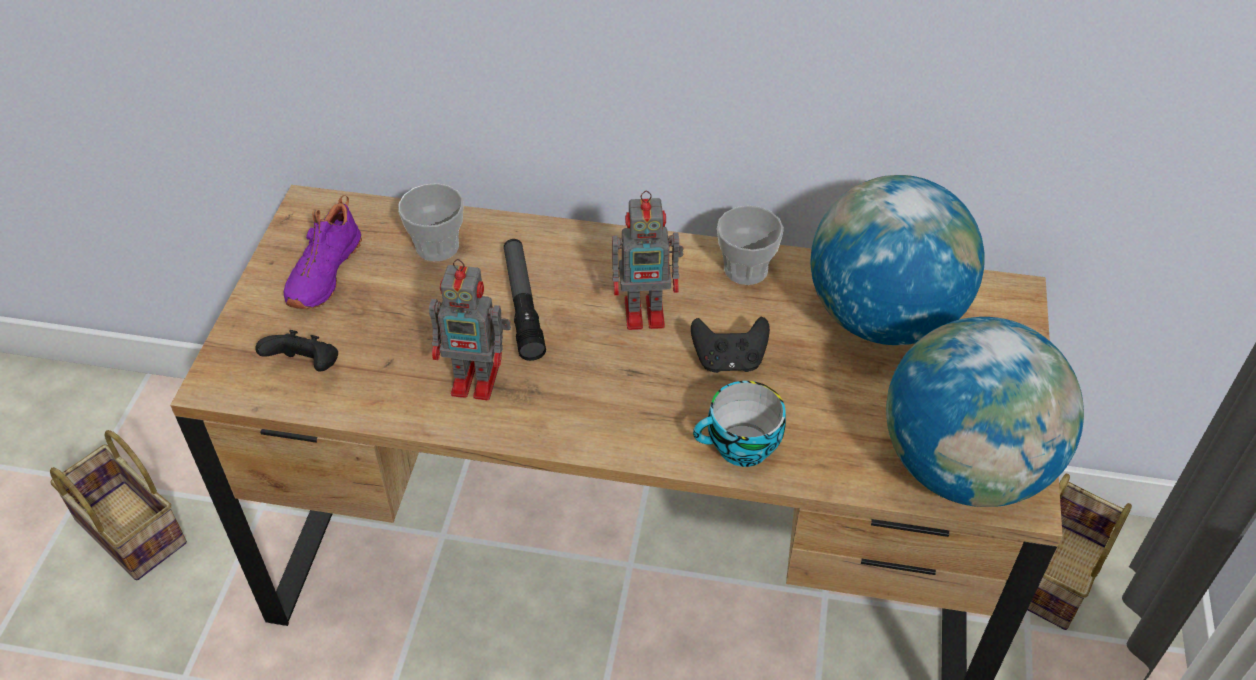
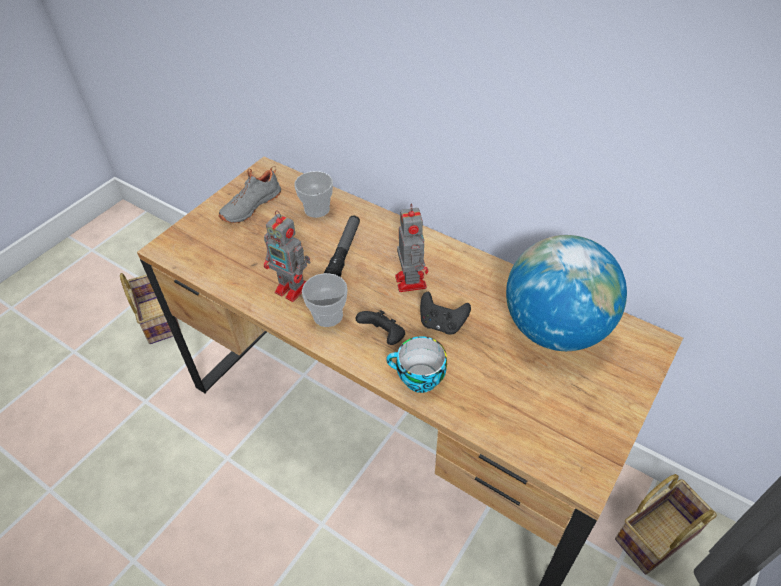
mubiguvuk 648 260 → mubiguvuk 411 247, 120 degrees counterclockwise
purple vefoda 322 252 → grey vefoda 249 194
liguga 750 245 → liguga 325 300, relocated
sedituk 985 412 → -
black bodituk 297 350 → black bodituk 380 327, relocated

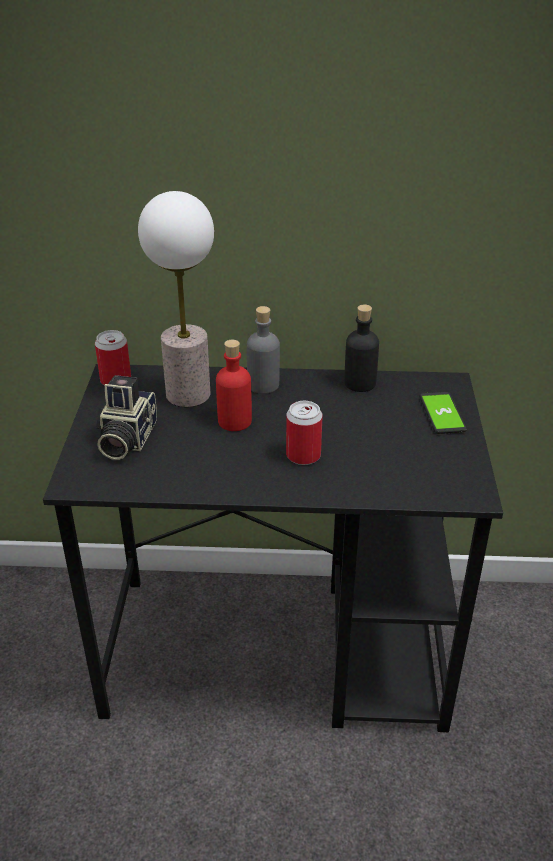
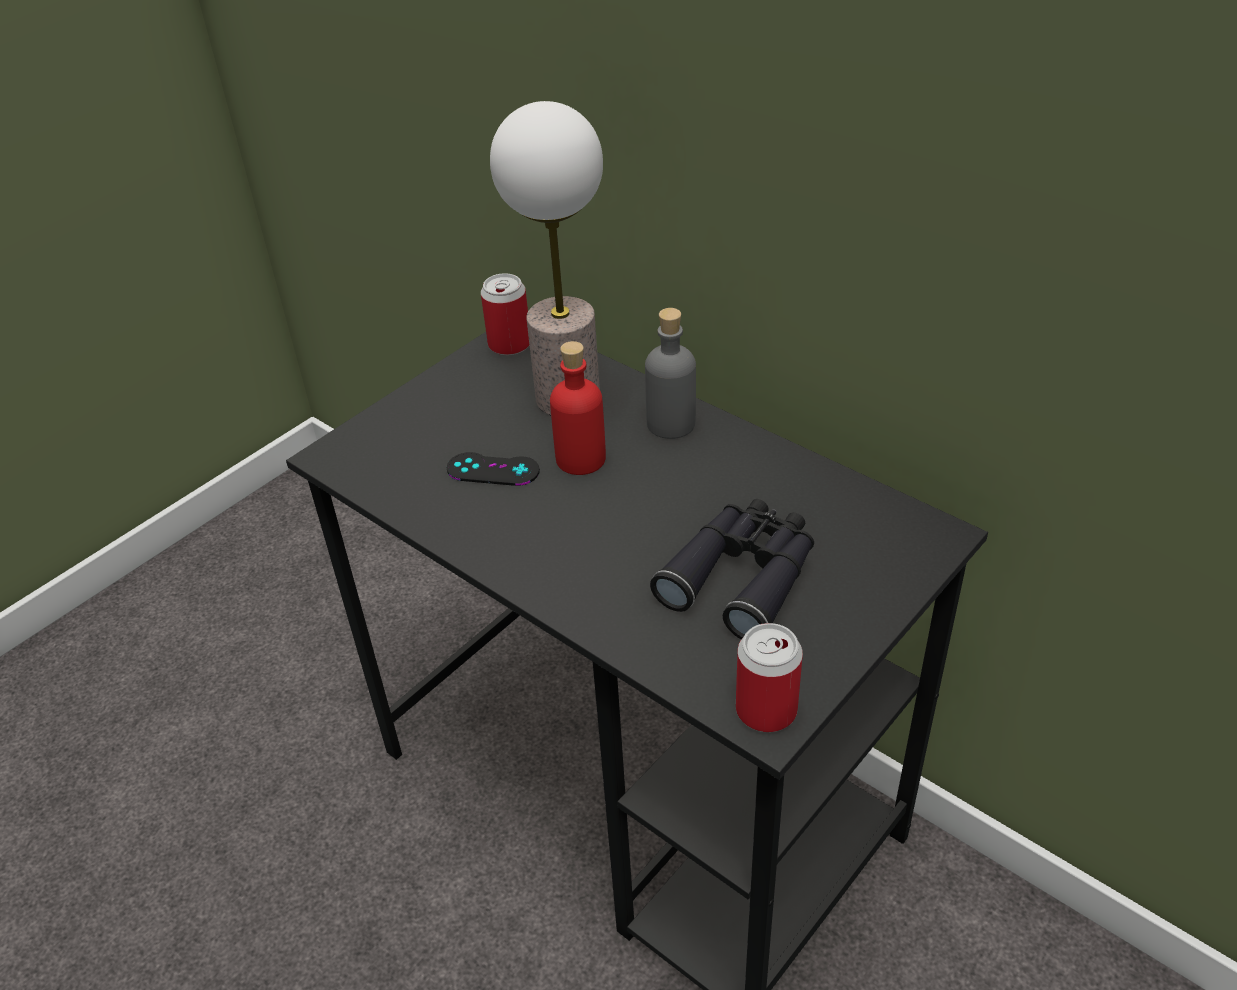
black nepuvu 361 348 → -
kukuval 126 417 → -
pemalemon 443 413 → -
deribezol 304 433 → deribezol 769 677, relocated
- → black bodituk 493 469
- → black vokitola 732 569

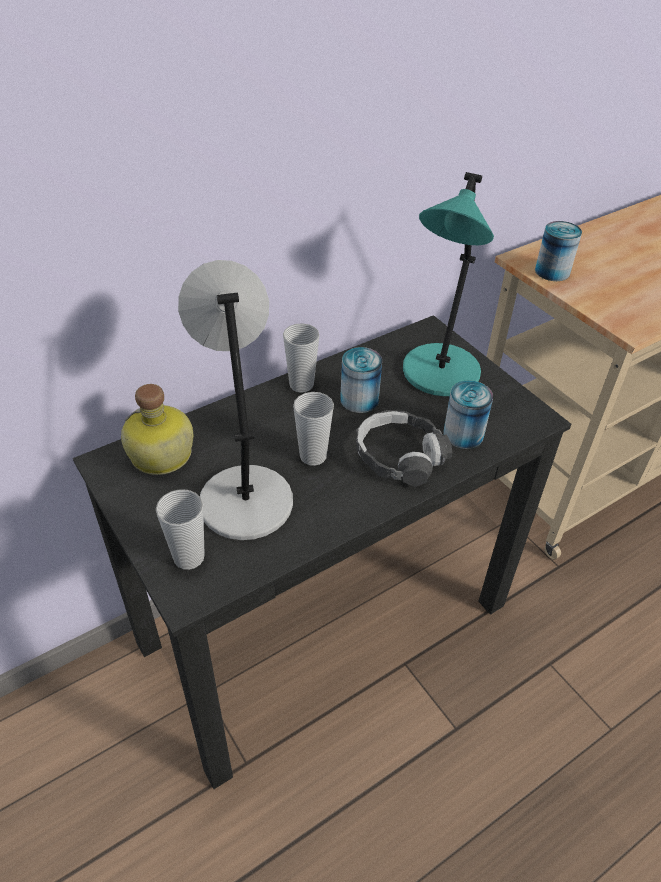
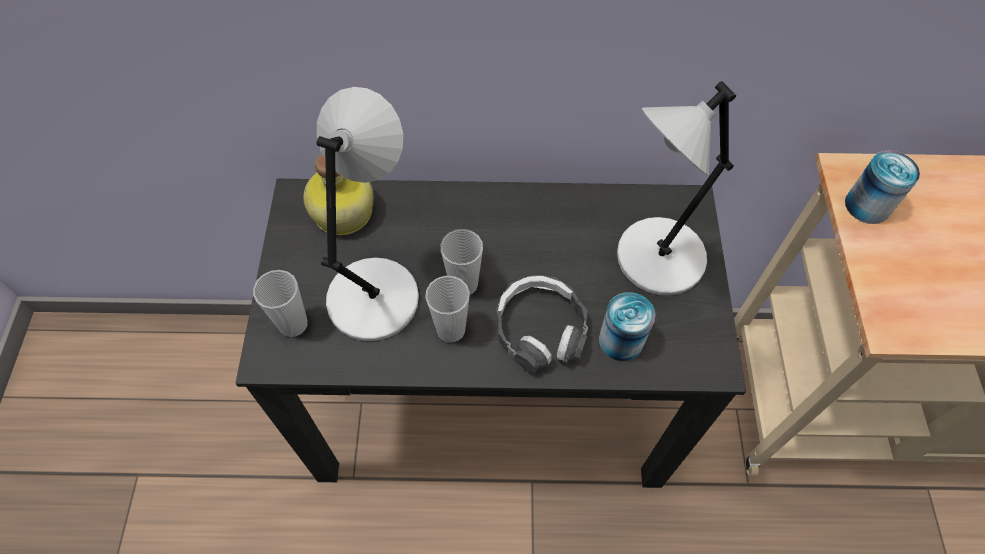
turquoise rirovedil 448 284 → grey rirovedil 676 188
liguga 301 358 → liguga 447 309, relocated
deribezol 361 380 → -

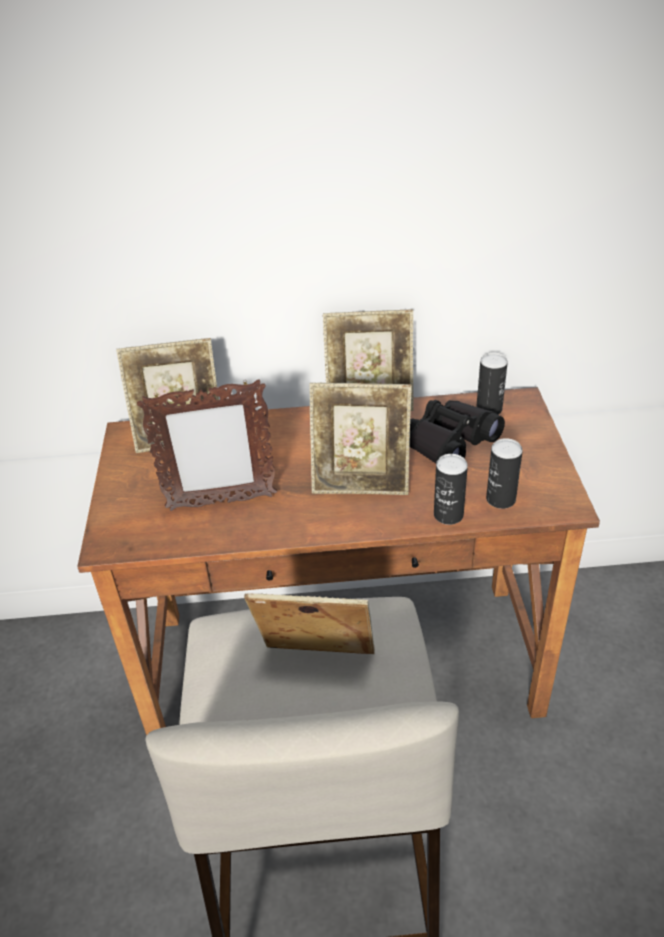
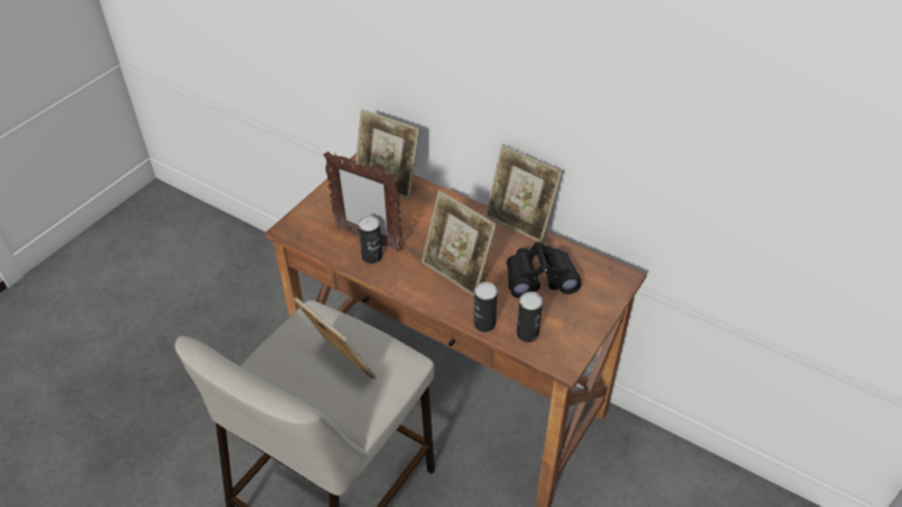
deribezol 492 383 → deribezol 370 240, relocated

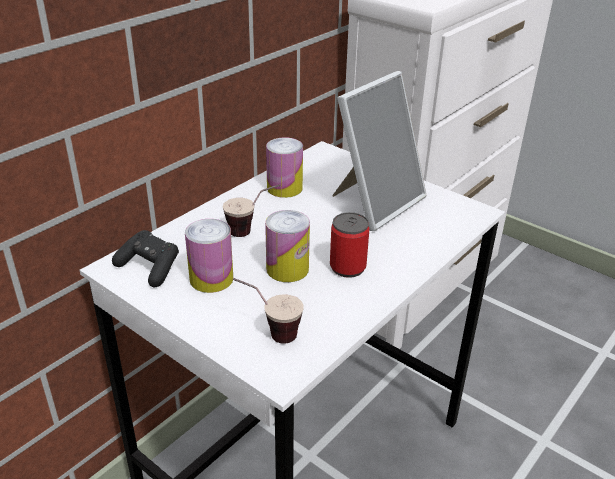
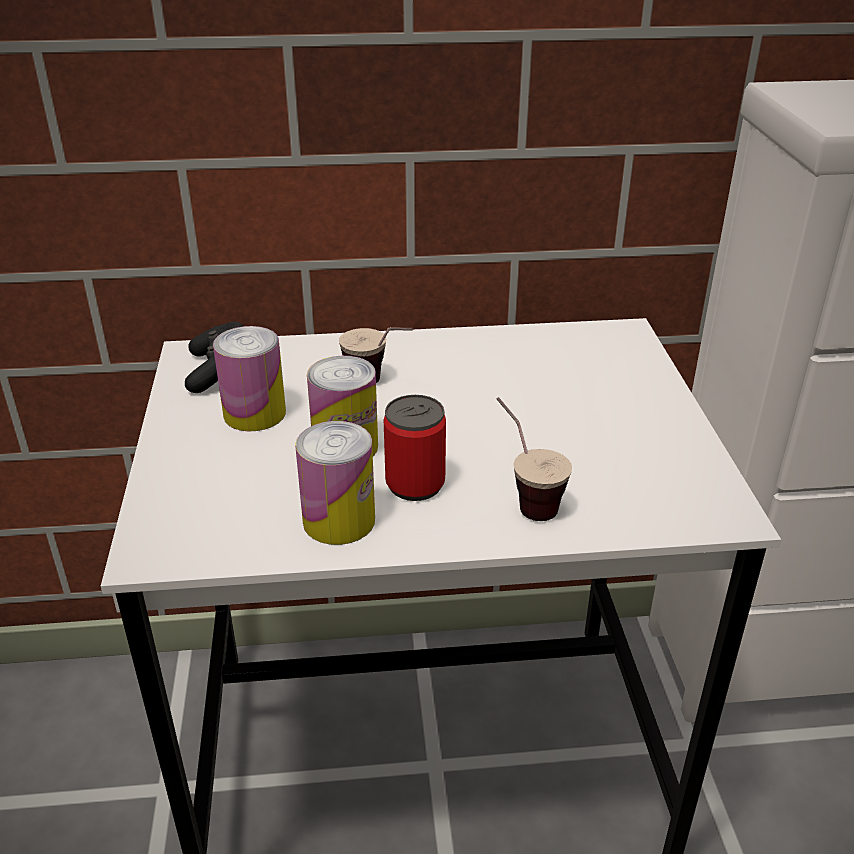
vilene 379 151 → -
deribezol 284 167 → deribezol 335 483, relocated
liguga 268 311 → liguga 534 459, relocated

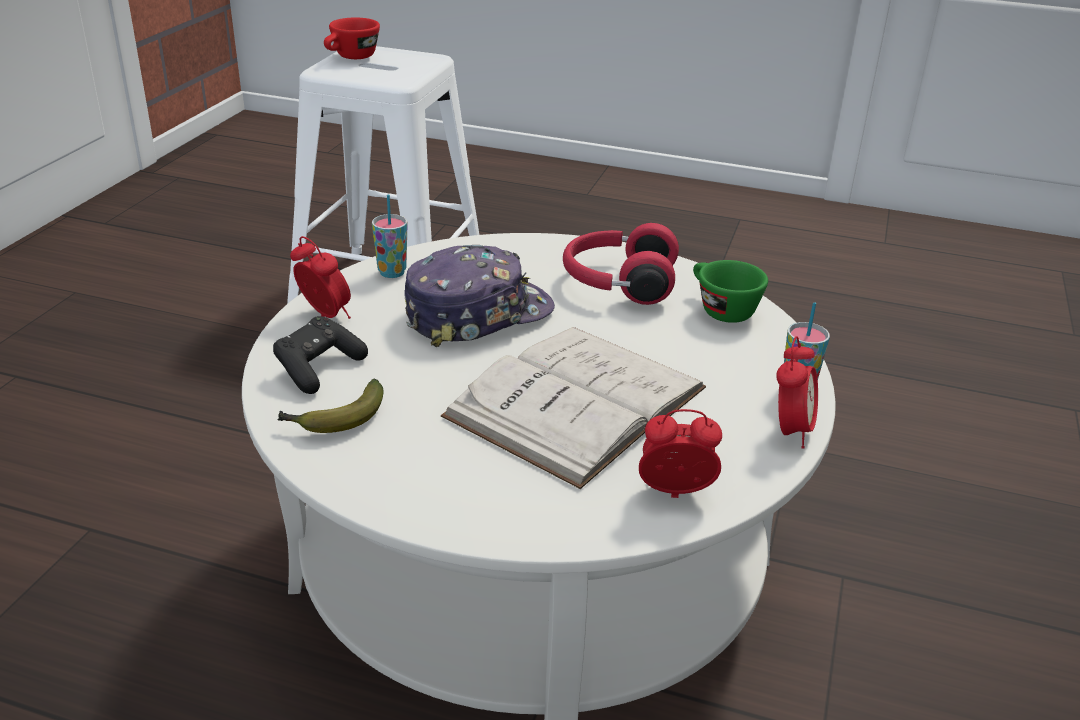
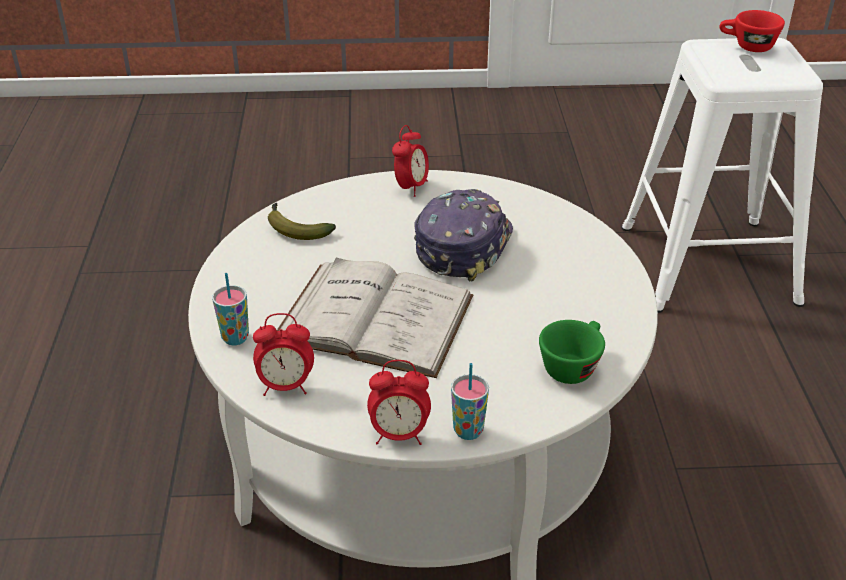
liguga 390 236 → liguga 230 309, relocated
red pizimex 621 264 → -
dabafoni 479 296 → dabafoni 463 235, 105 degrees counterclockwise
black bodituk 320 355 → -
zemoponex 680 453 → zemoponex 283 354, 105 degrees clockwise

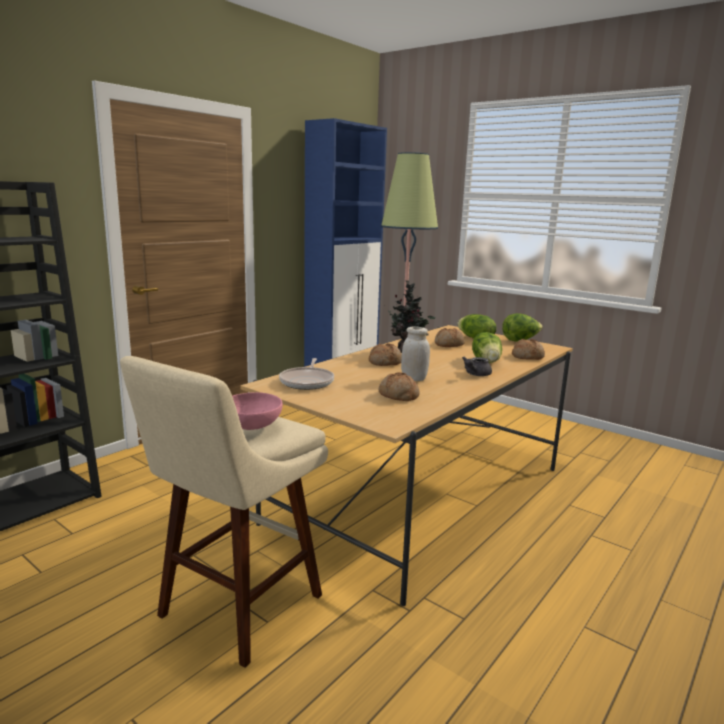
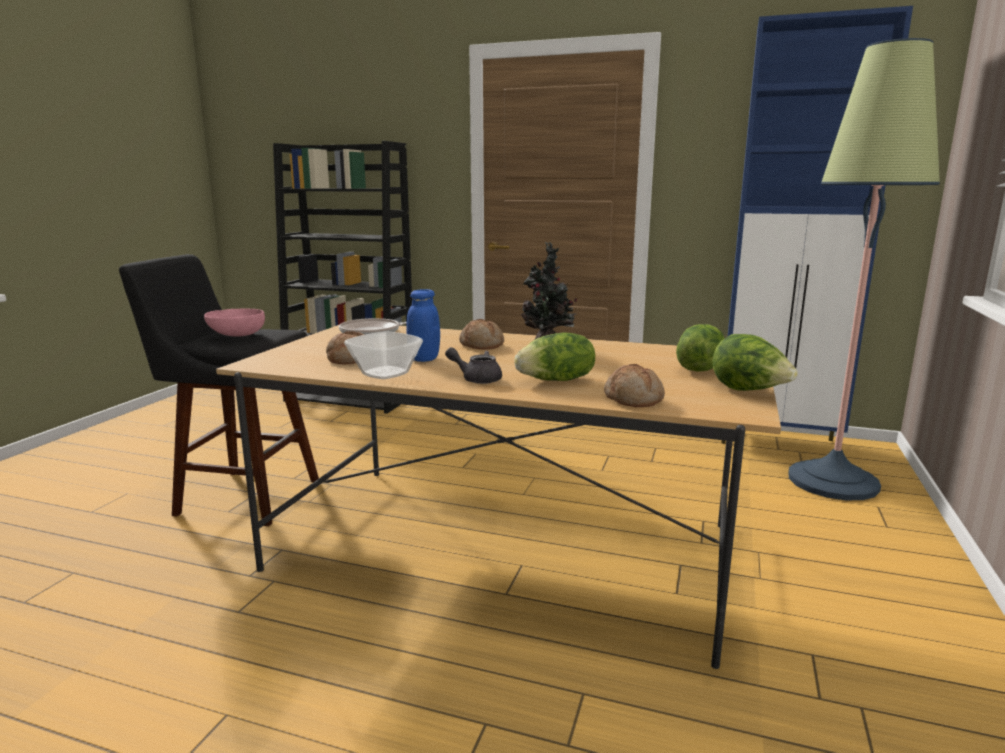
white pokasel 415 353 → blue pokasel 423 325
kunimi 450 337 → -
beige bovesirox 224 512 → black bovesirox 219 390
- → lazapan 383 355

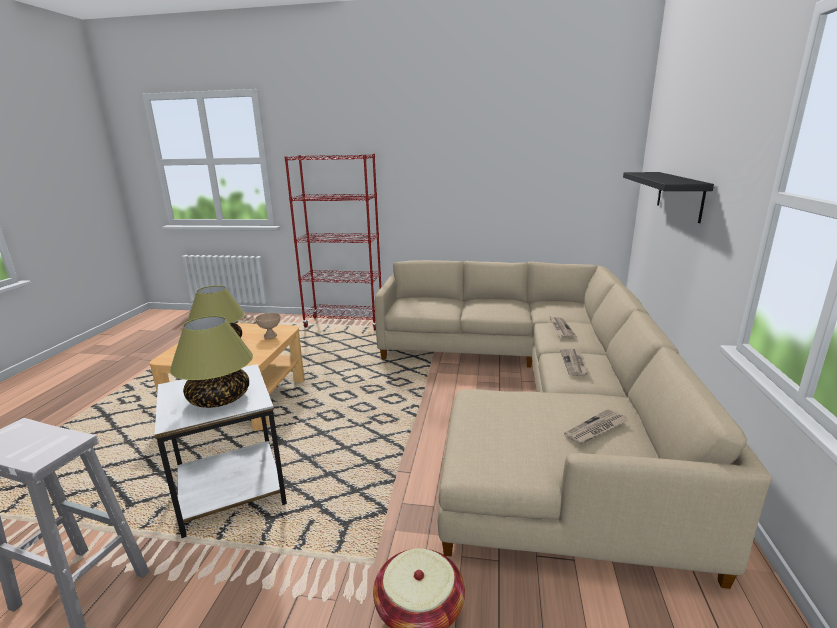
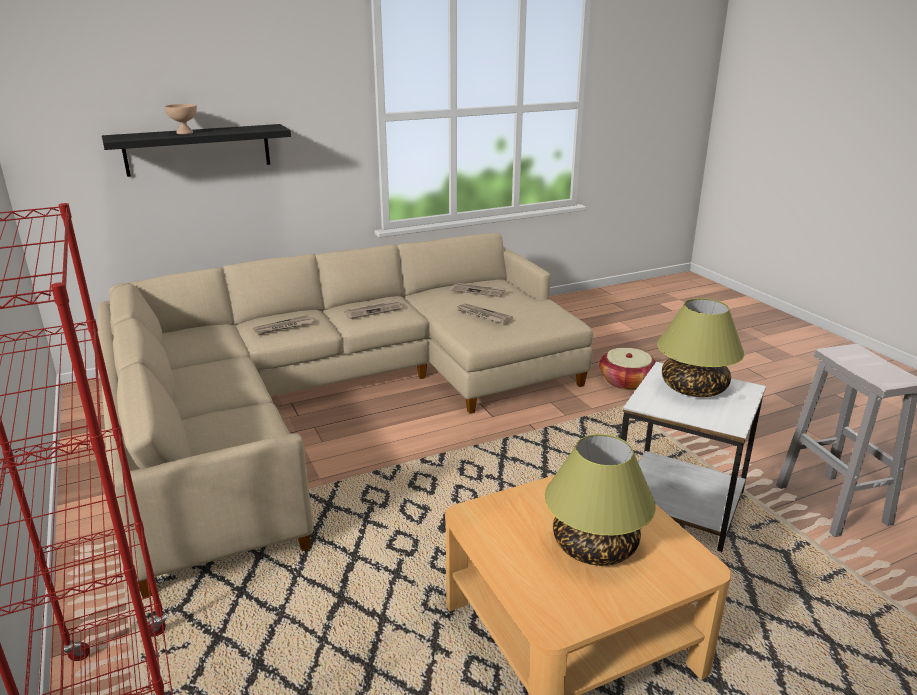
beige lazapan 267 326 → beige lazapan 181 119, relocated
- → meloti 484 313

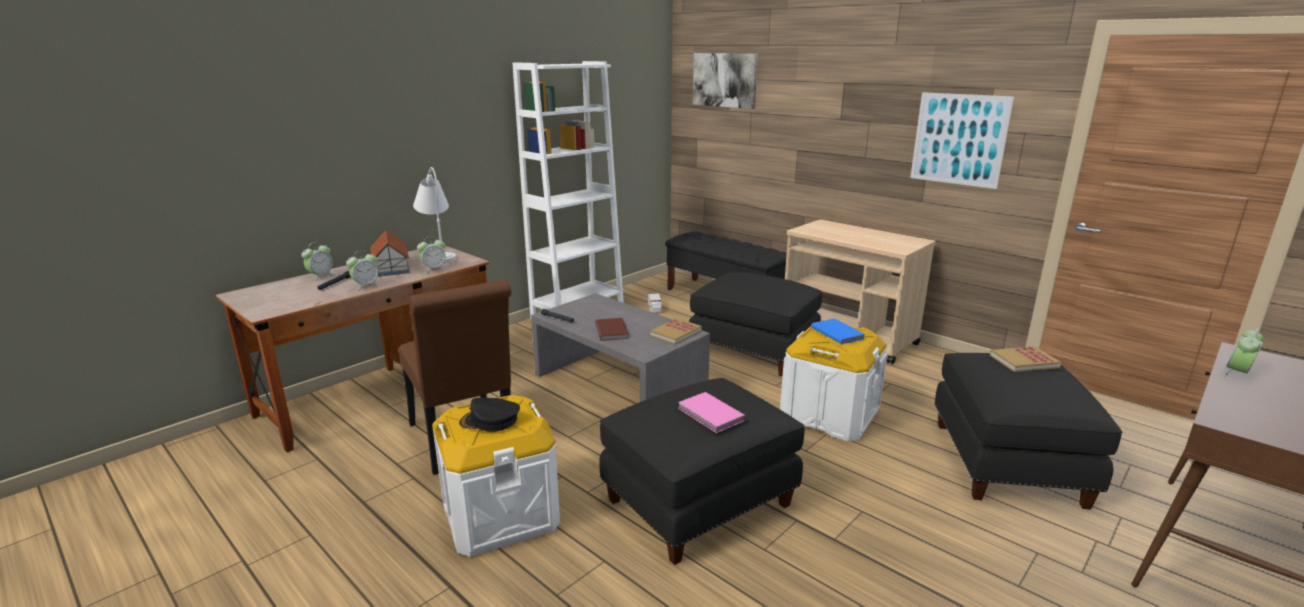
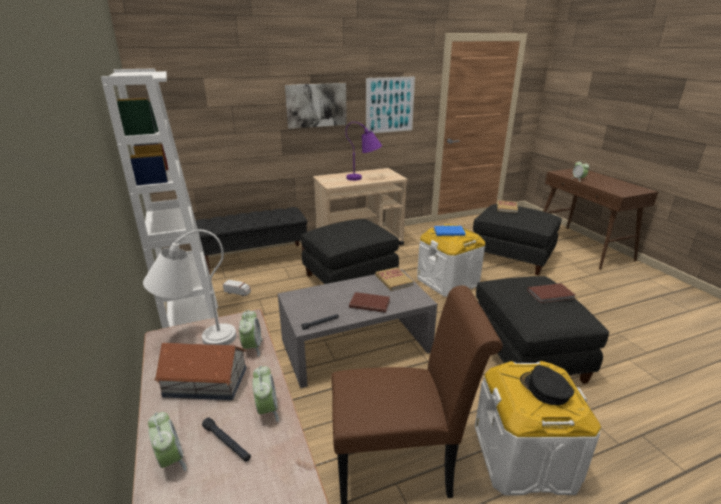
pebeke 725 81 → pebeke 316 106, relocated
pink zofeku 712 412 → brown zofeku 551 293
black dabafoni 489 415 → black dabafoni 547 385, 120 degrees clockwise
- → purple rirovedil 364 151

